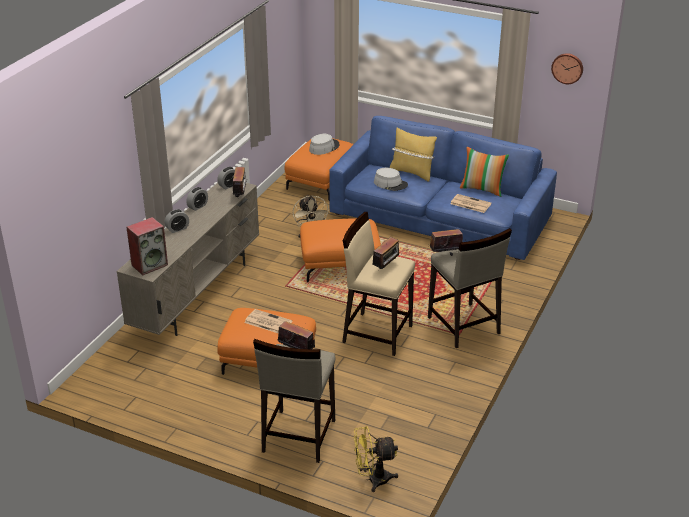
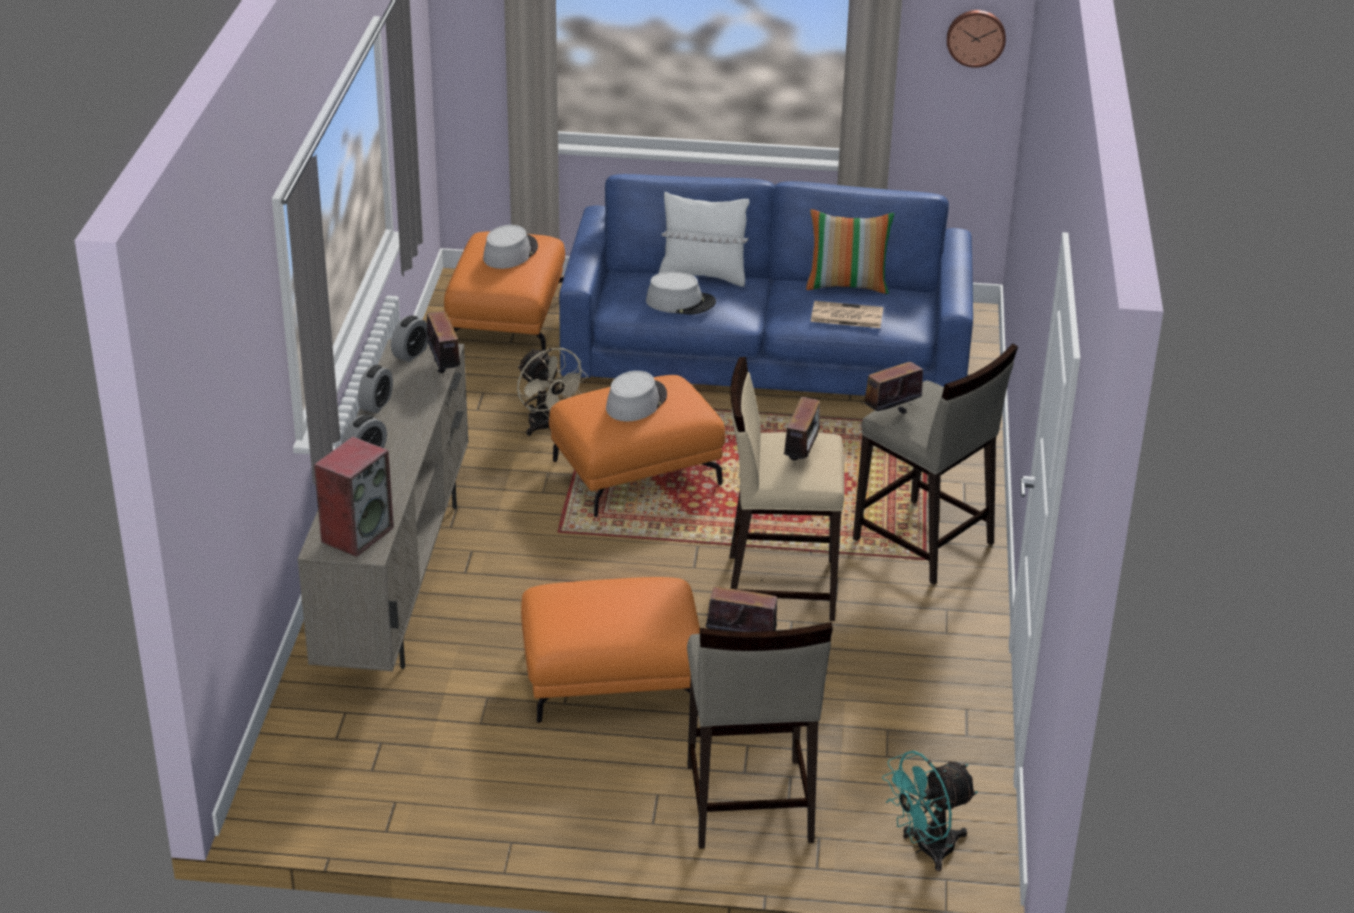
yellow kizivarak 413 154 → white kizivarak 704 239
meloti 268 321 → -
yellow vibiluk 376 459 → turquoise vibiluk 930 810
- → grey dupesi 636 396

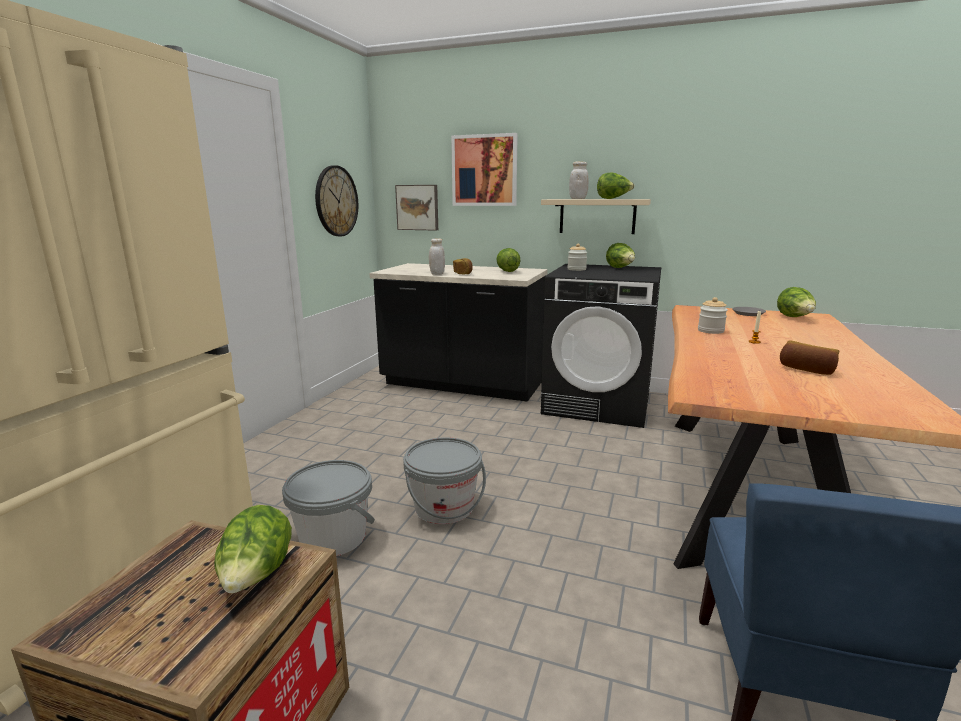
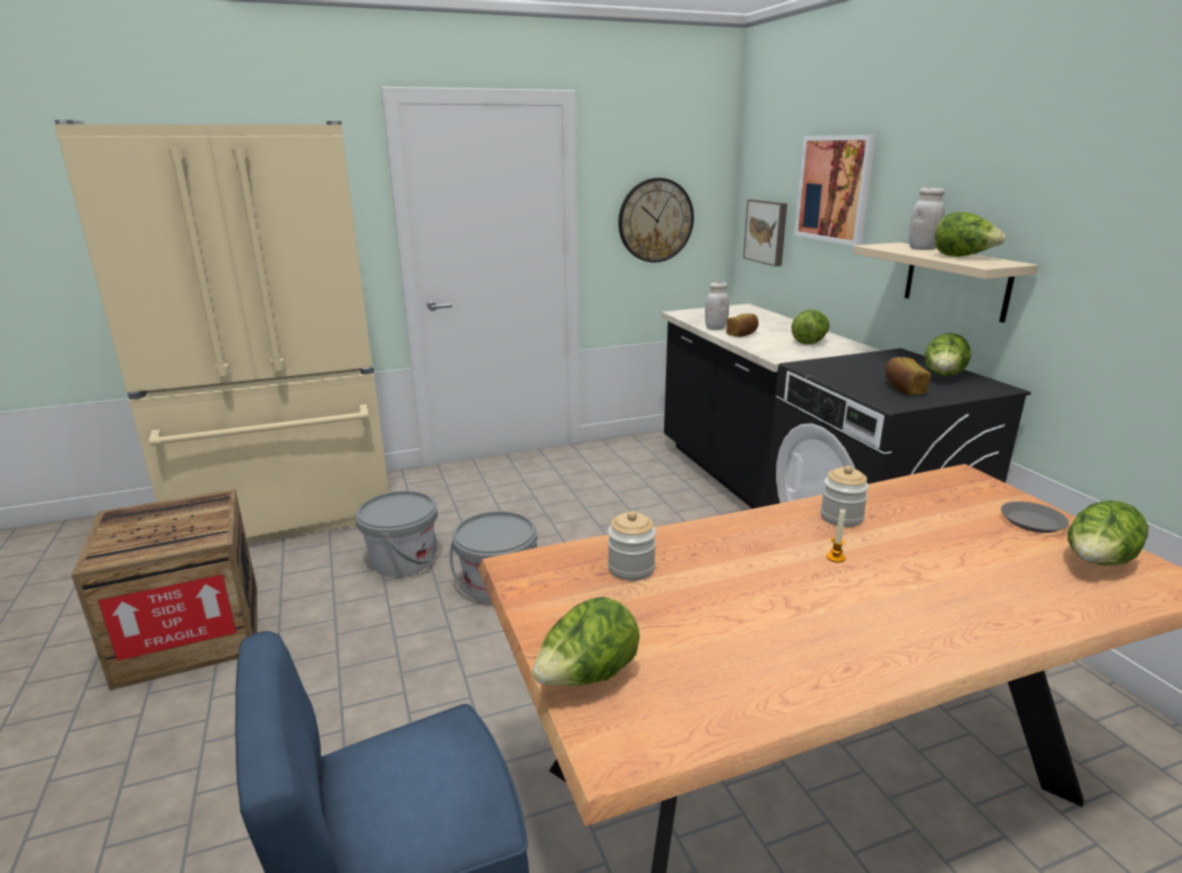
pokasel 577 257 → pokasel 632 546, relocated
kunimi 809 358 → kunimi 908 376, relocated
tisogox 253 549 → tisogox 586 641, relocated

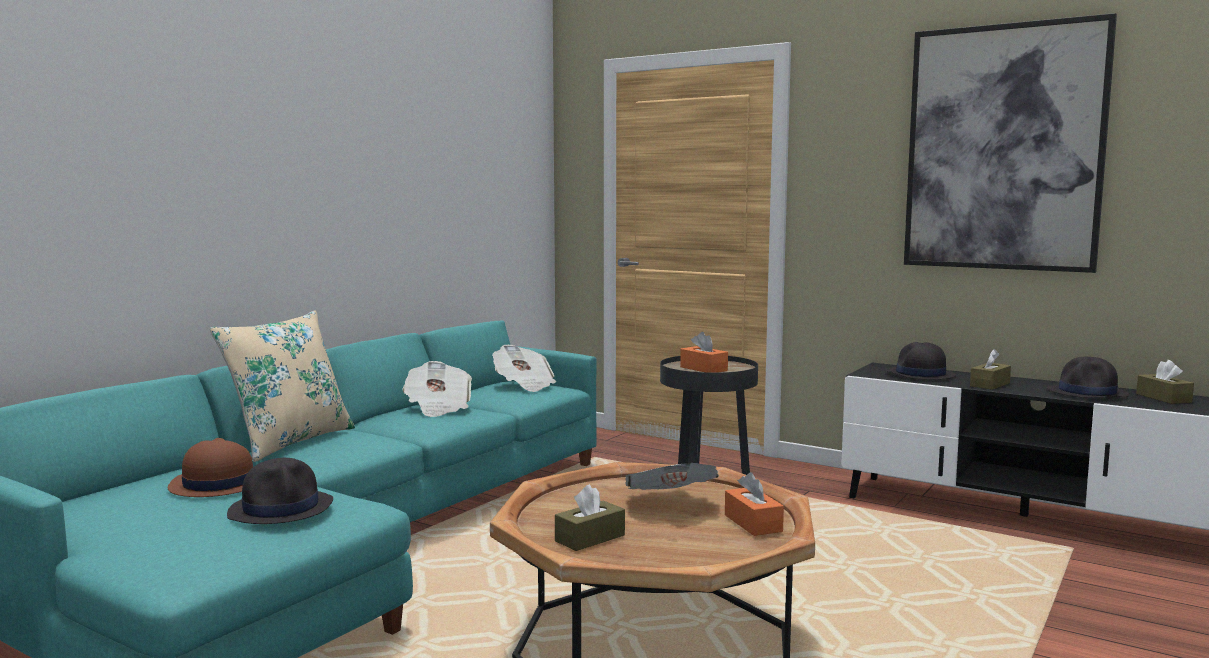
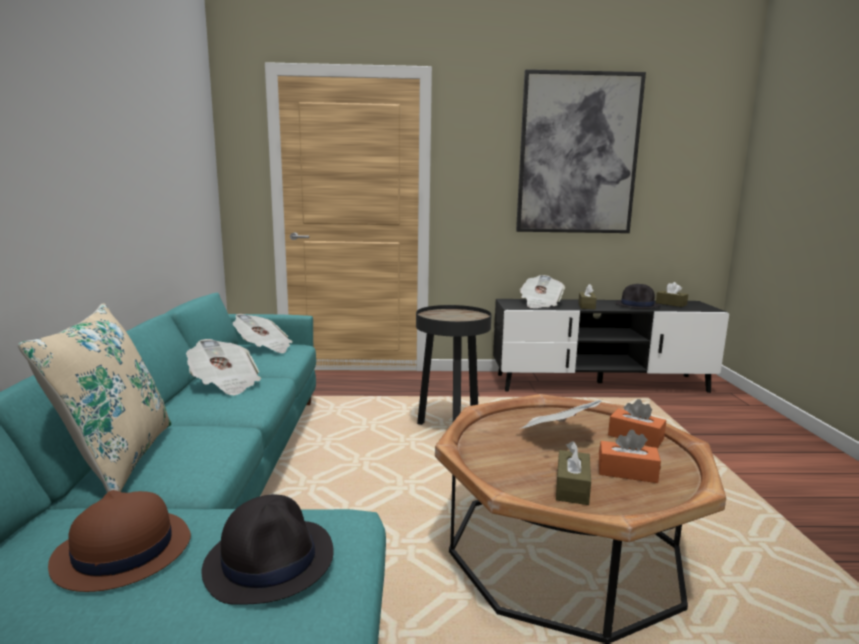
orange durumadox 704 352 → orange durumadox 630 456, relocated
black dupesi 921 361 → meloti 542 291

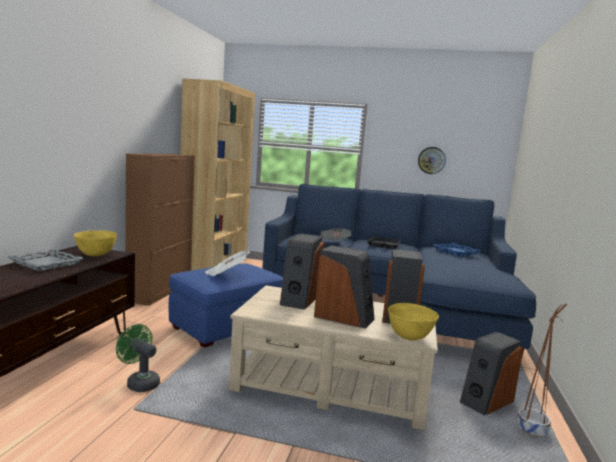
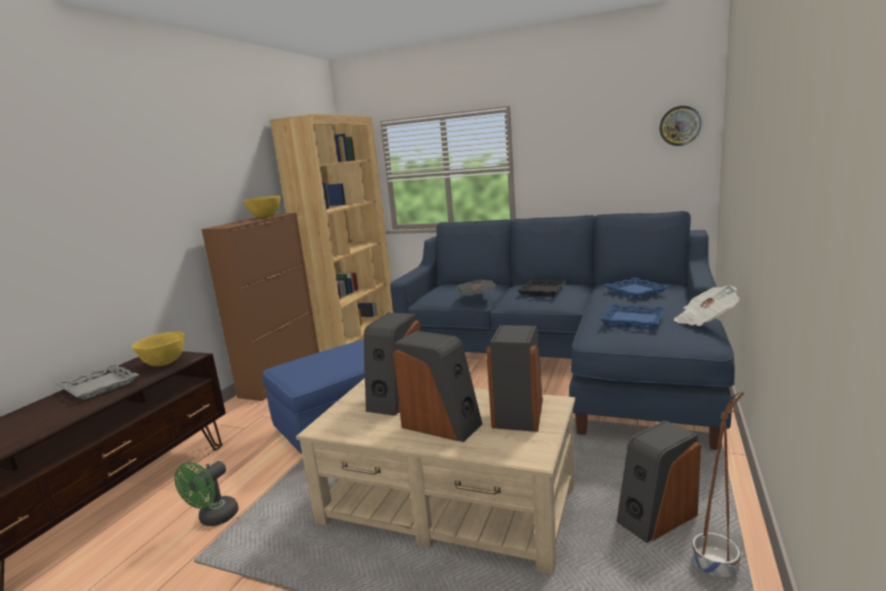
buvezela 432 160 → buvezela 680 126, relocated
meloti 227 263 → meloti 706 306, relocated
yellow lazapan 413 321 → yellow lazapan 262 207, relocated
green vibiluk 138 358 → green vibiluk 207 493, 105 degrees counterclockwise
- → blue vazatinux 633 316

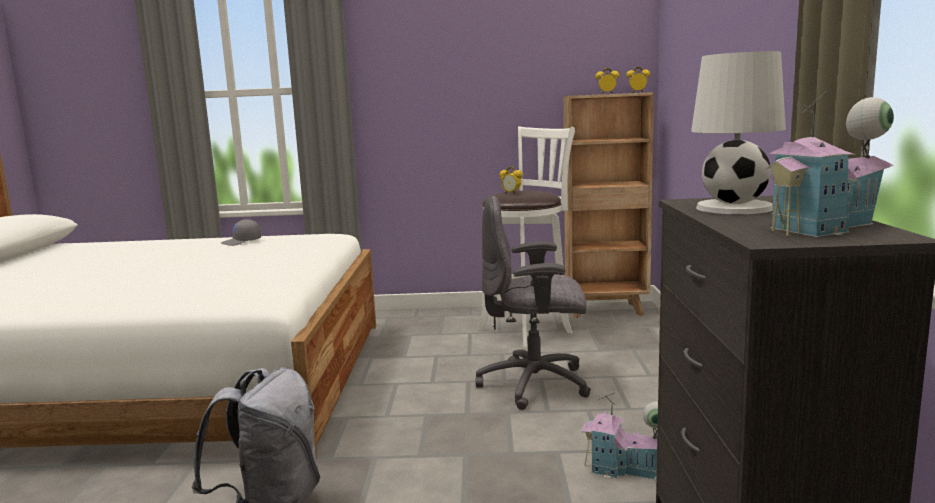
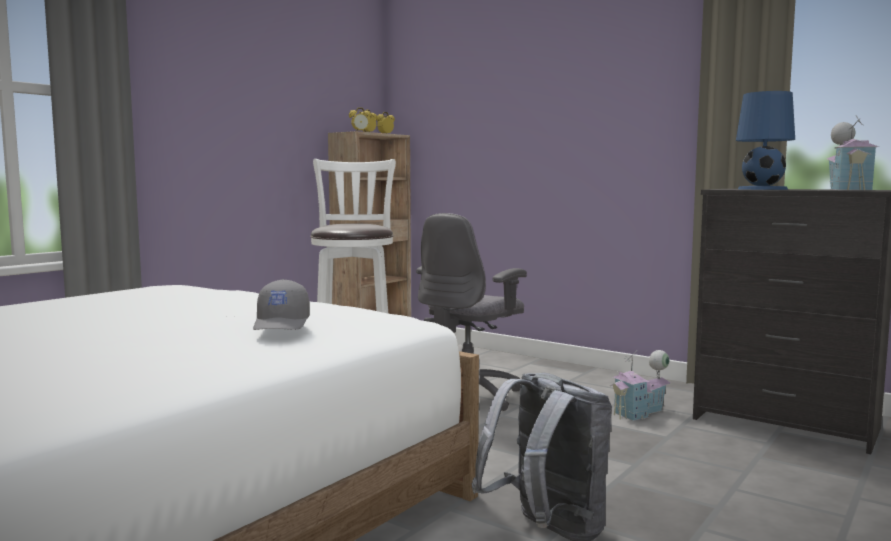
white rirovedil 738 132 → blue rirovedil 765 140
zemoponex 511 180 → zemoponex 360 119, relocated
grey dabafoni 241 232 → grey dabafoni 281 304, relocated

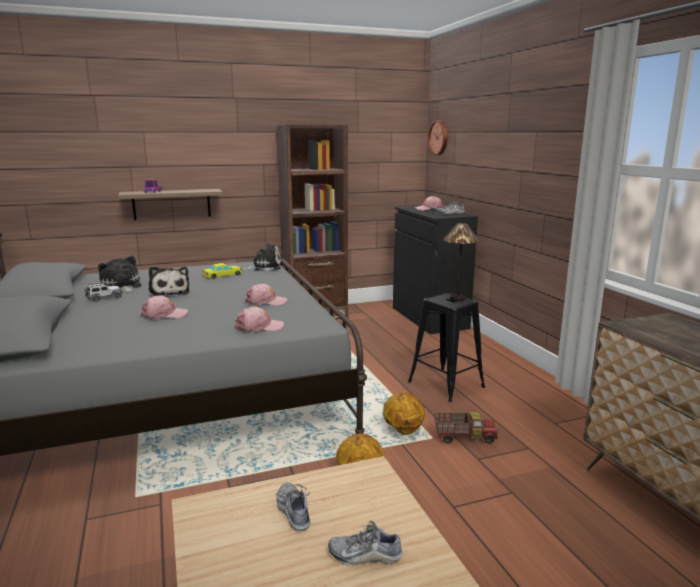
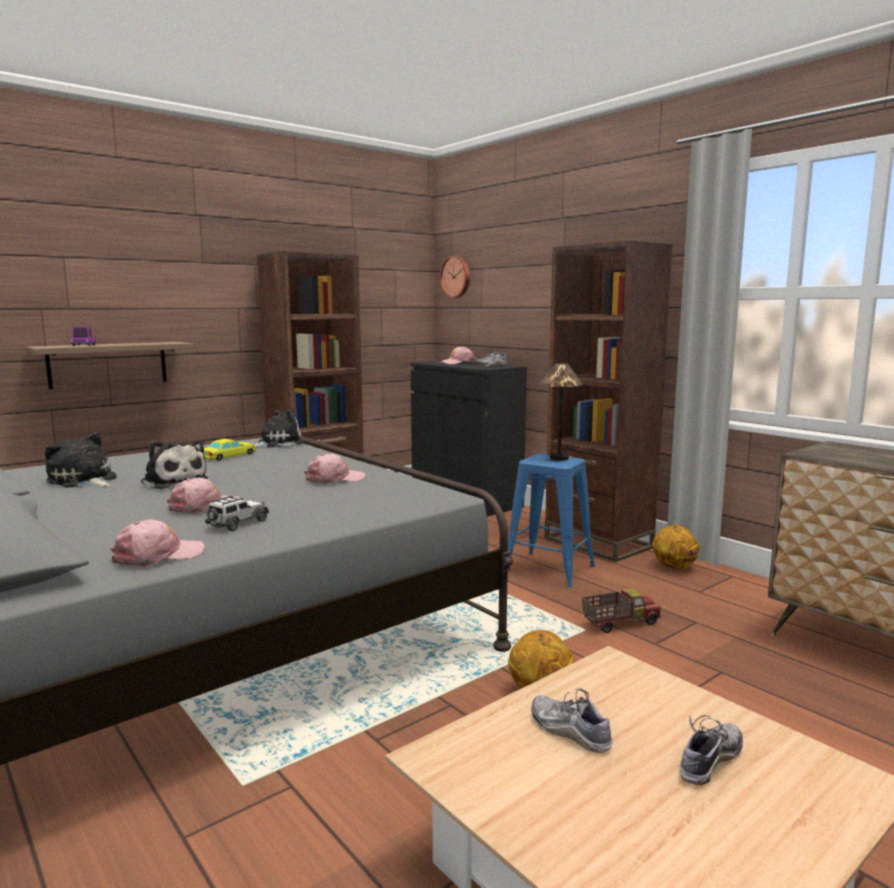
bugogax 104 292 → bugogax 237 513, relocated
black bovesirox 446 347 → blue bovesirox 551 520
pink dabafoni 259 319 → pink dabafoni 157 543, relocated
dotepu 404 413 → dotepu 675 547, relocated
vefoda 365 543 → vefoda 711 750, 150 degrees clockwise
- → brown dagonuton 608 401

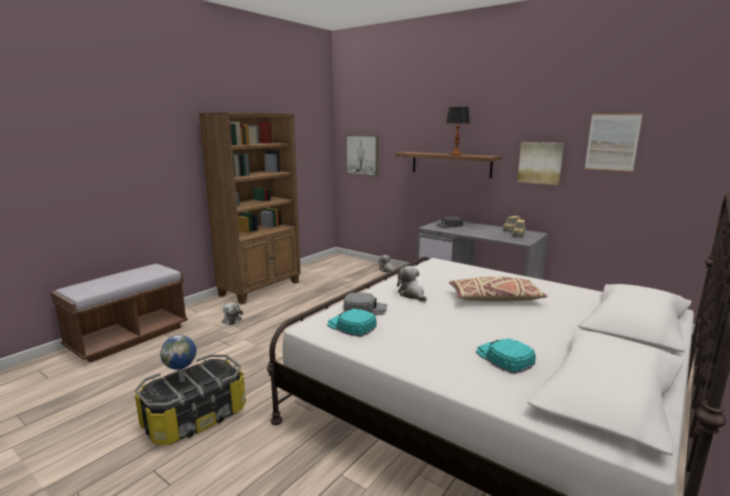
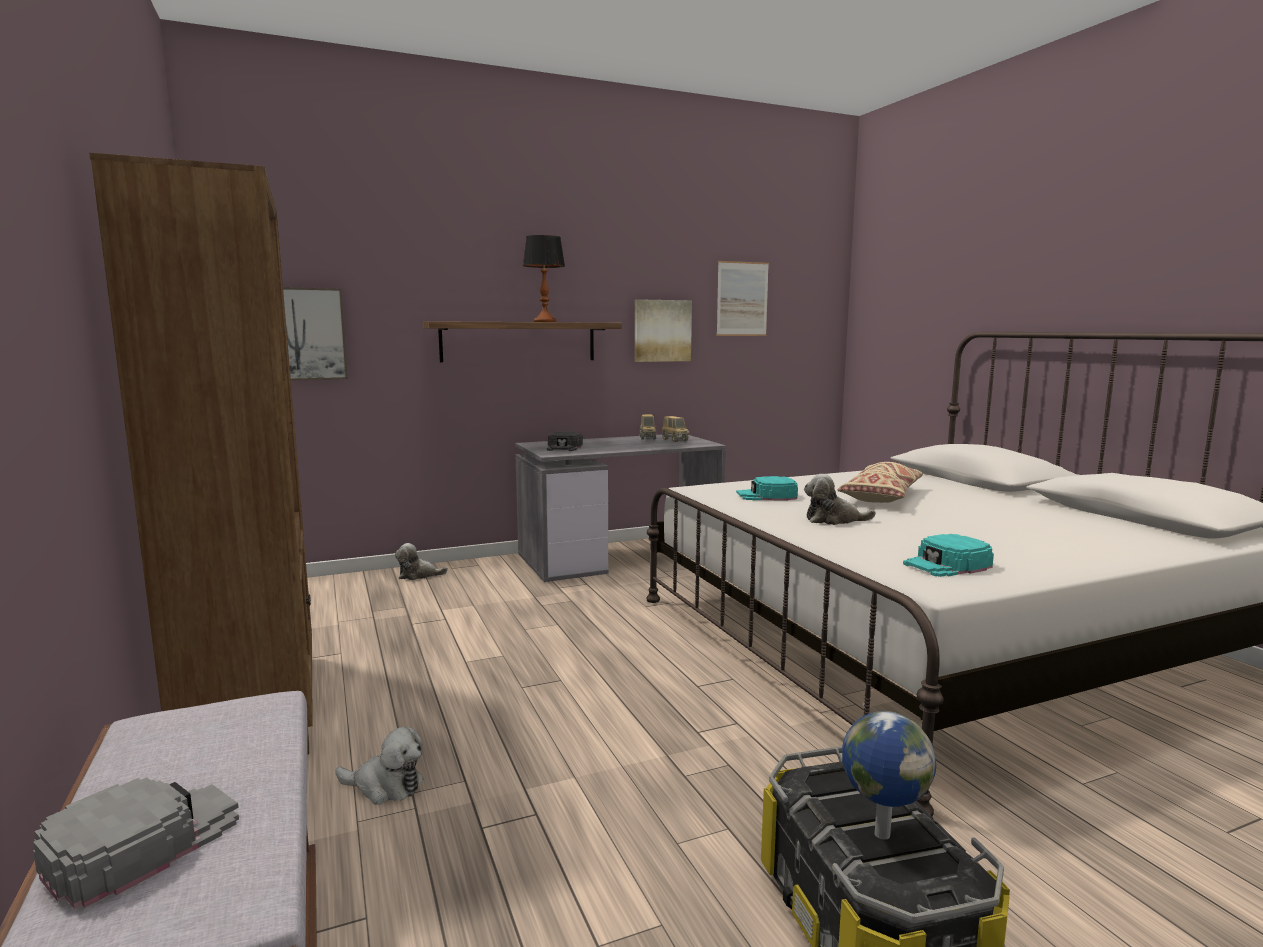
grey dabafoni 365 303 → grey dabafoni 136 843, relocated
turquoise dabafoni 506 356 → turquoise dabafoni 767 488, relocated

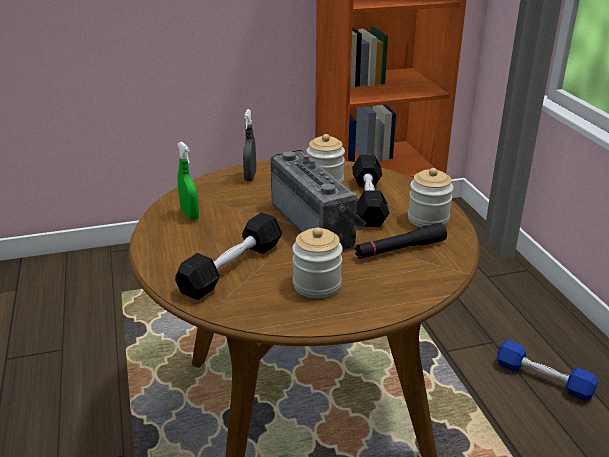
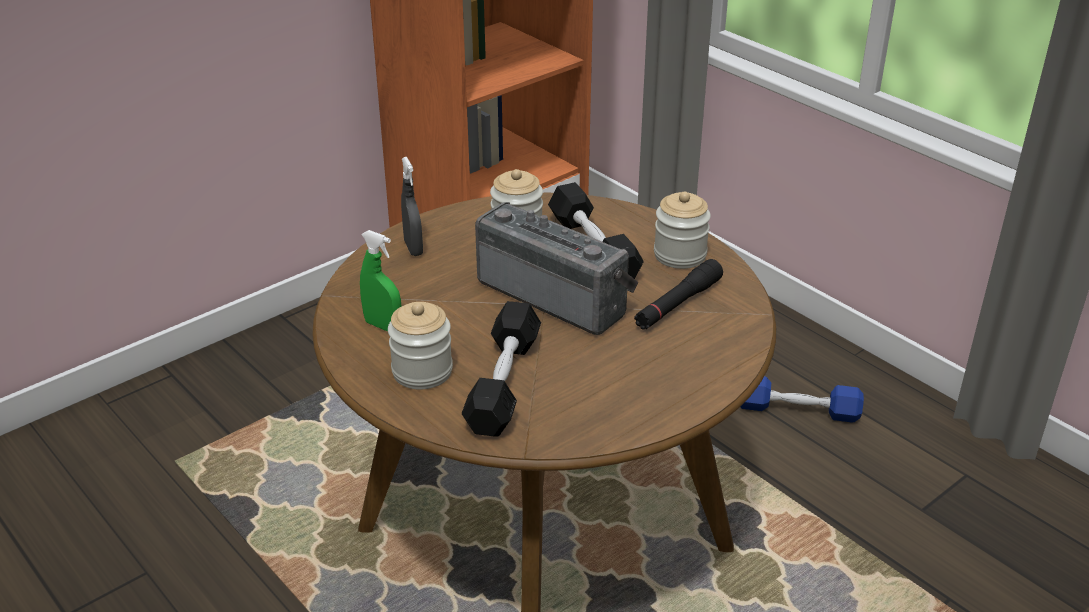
pokasel 317 262 → pokasel 420 346, relocated

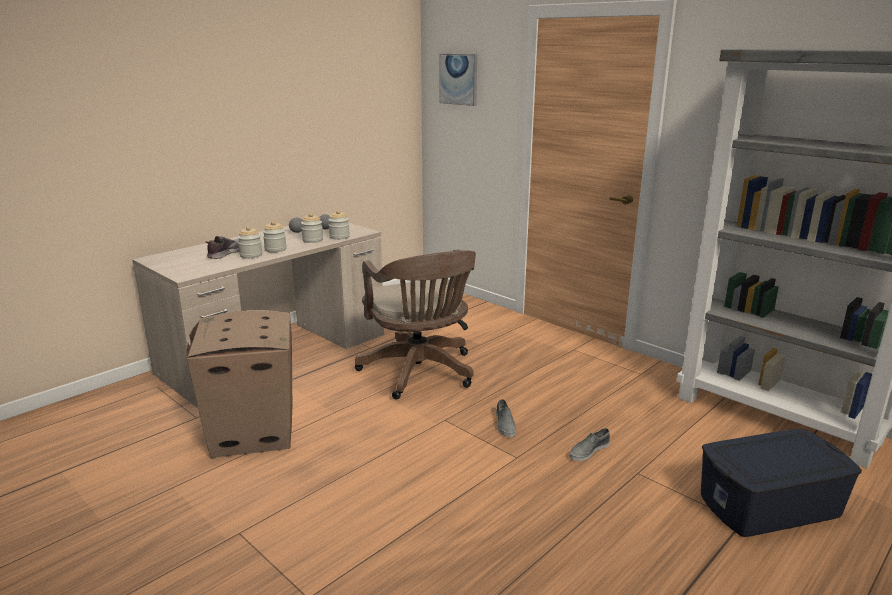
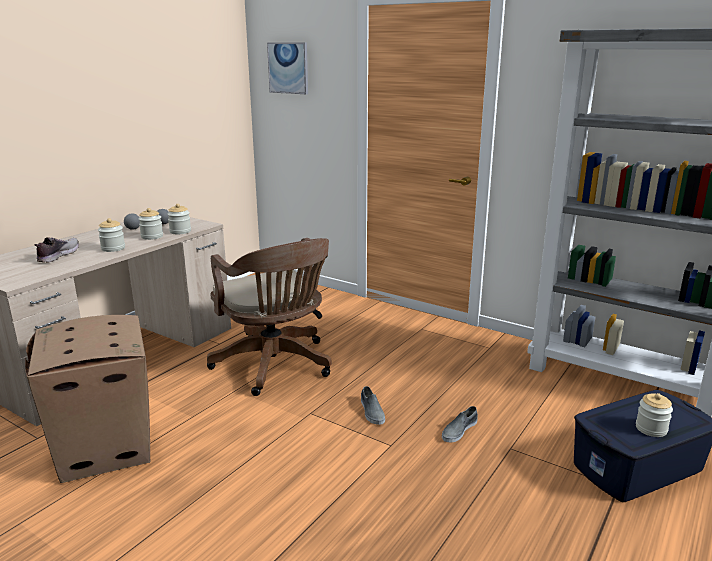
pokasel 250 242 → pokasel 654 415, relocated

